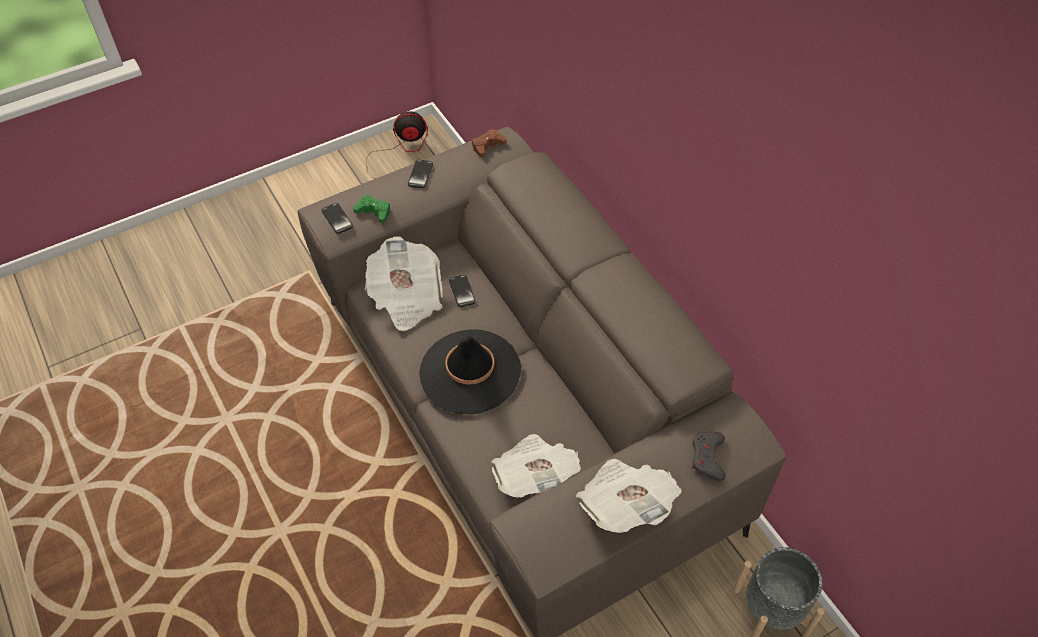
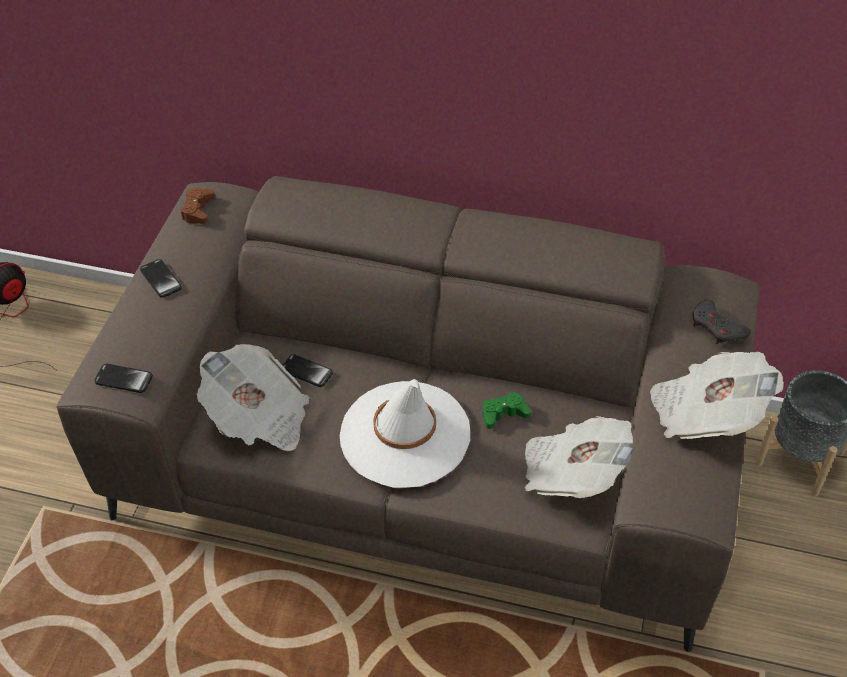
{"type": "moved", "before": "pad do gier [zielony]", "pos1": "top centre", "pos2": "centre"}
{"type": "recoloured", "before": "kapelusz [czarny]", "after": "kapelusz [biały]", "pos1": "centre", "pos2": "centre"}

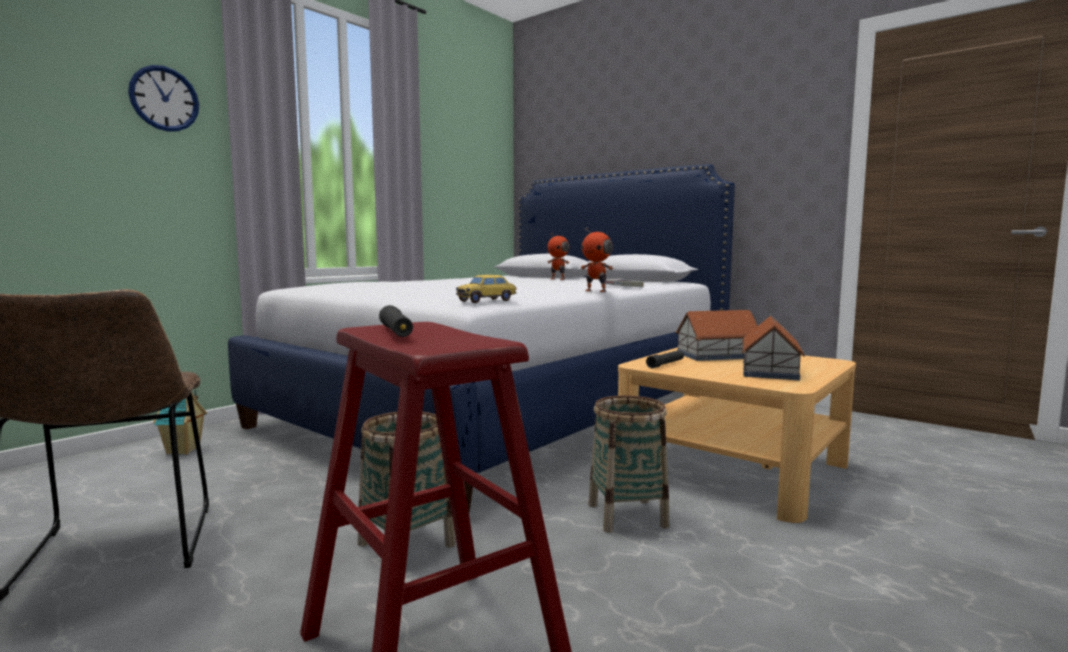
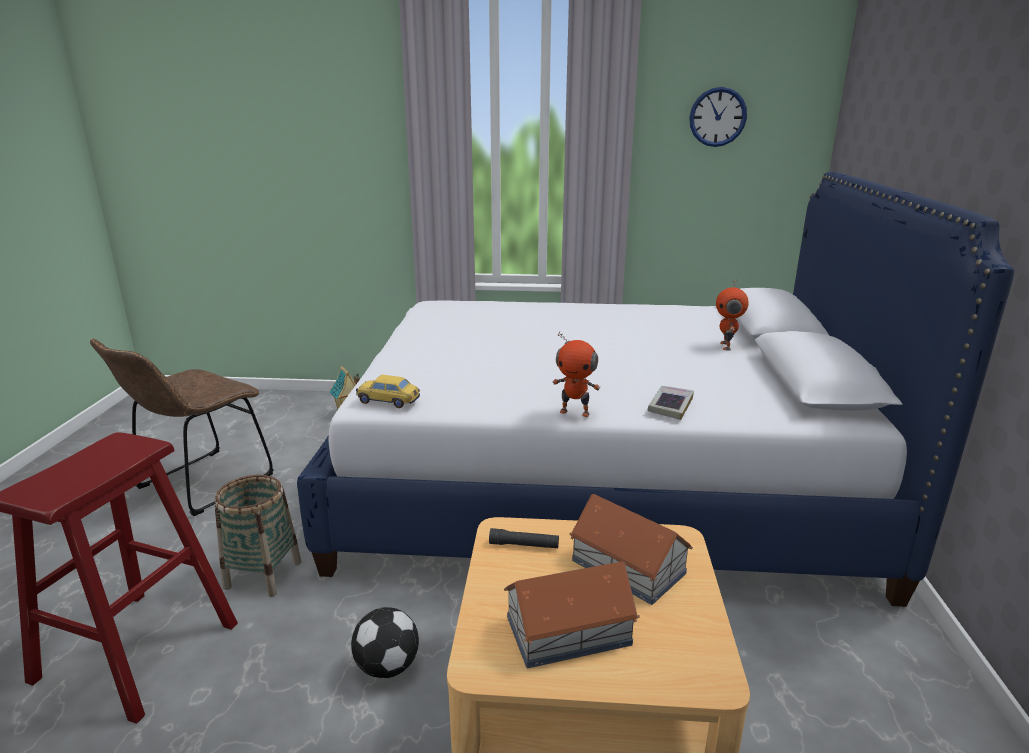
{"type": "removed", "before": "latarka [czarny] (1st from left)", "pos1": "centre"}
{"type": "moved", "before": "zegar ścienny", "pos1": "top left", "pos2": "top right"}
{"type": "replaced", "before": "koszyk (2nd from left)", "after": "piłka futbolowa", "pos1": "bottom centre", "pos2": "bottom centre"}
{"type": "turned", "before": "robot zabawkowy (2nd from left in the first image)", "pos1": "centre", "pos2": "centre", "turn": -75}

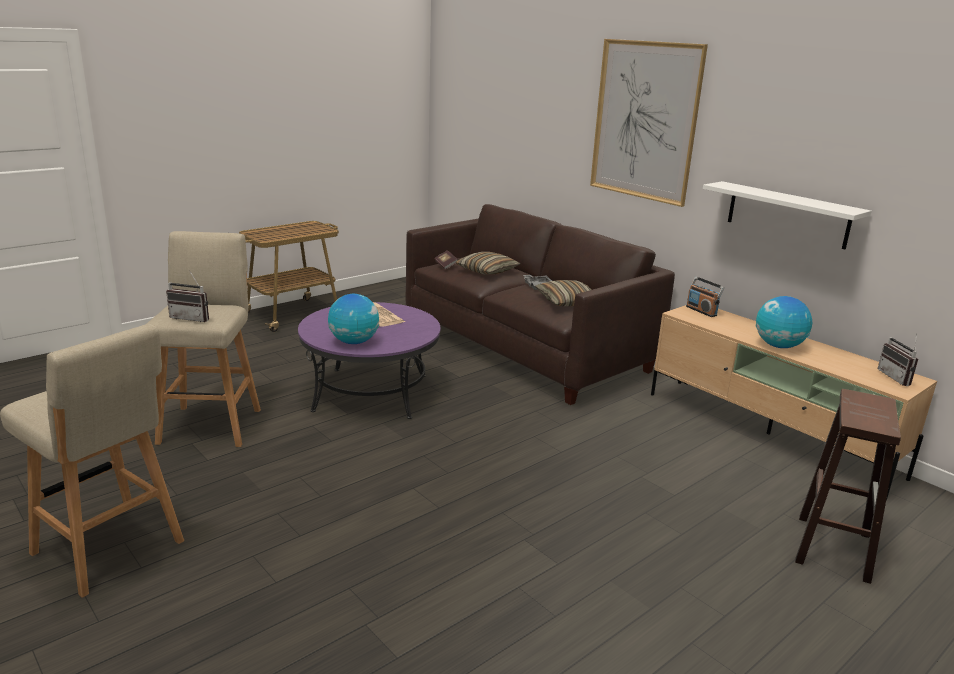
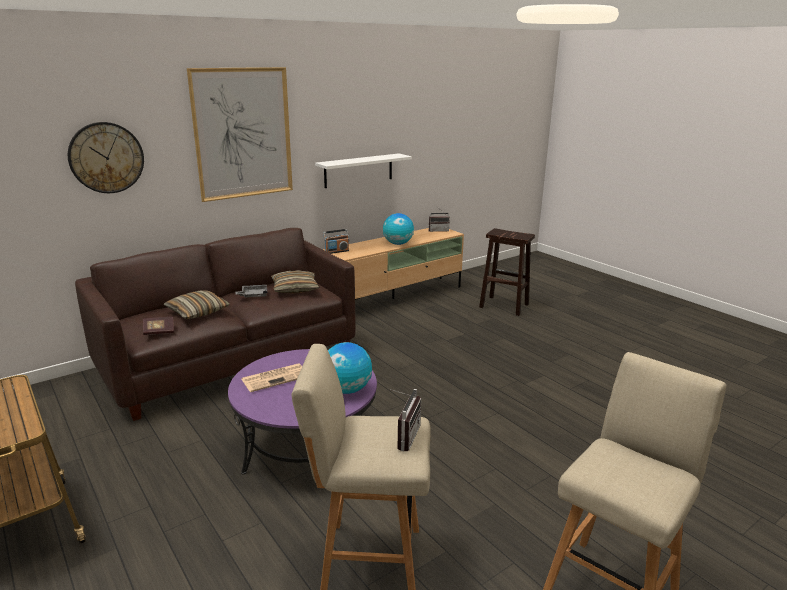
{"type": "added", "after": "zegar ścienny", "pos2": "top left"}

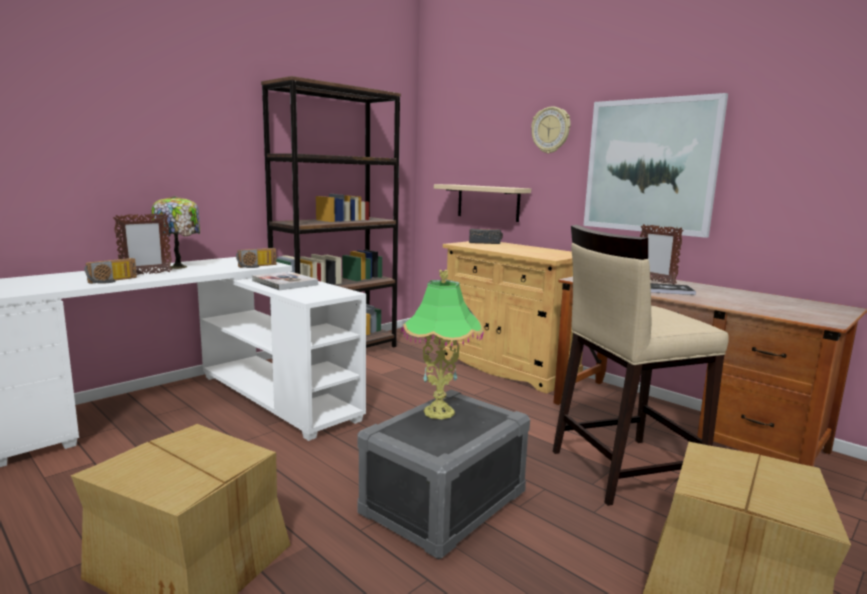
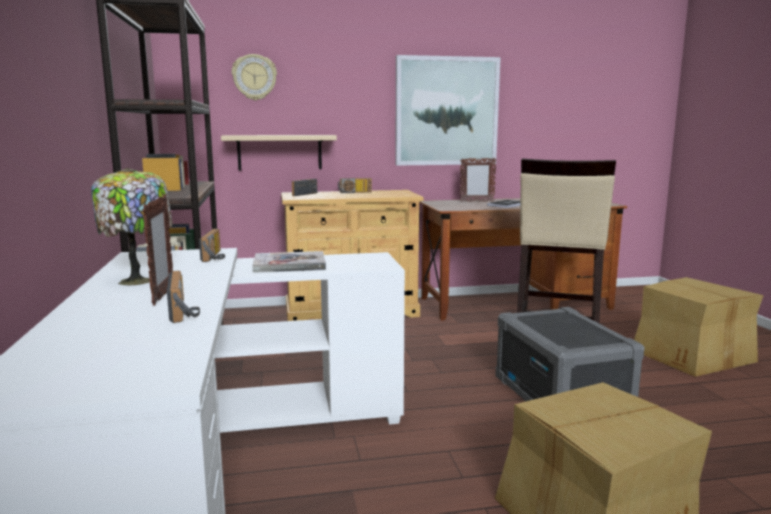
{"type": "removed", "before": "lampa stołowa (2nd from left)", "pos1": "centre"}
{"type": "added", "after": "radio (4th from left)", "pos2": "centre"}
{"type": "moved", "before": "zegar ścienny", "pos1": "top centre", "pos2": "top left"}

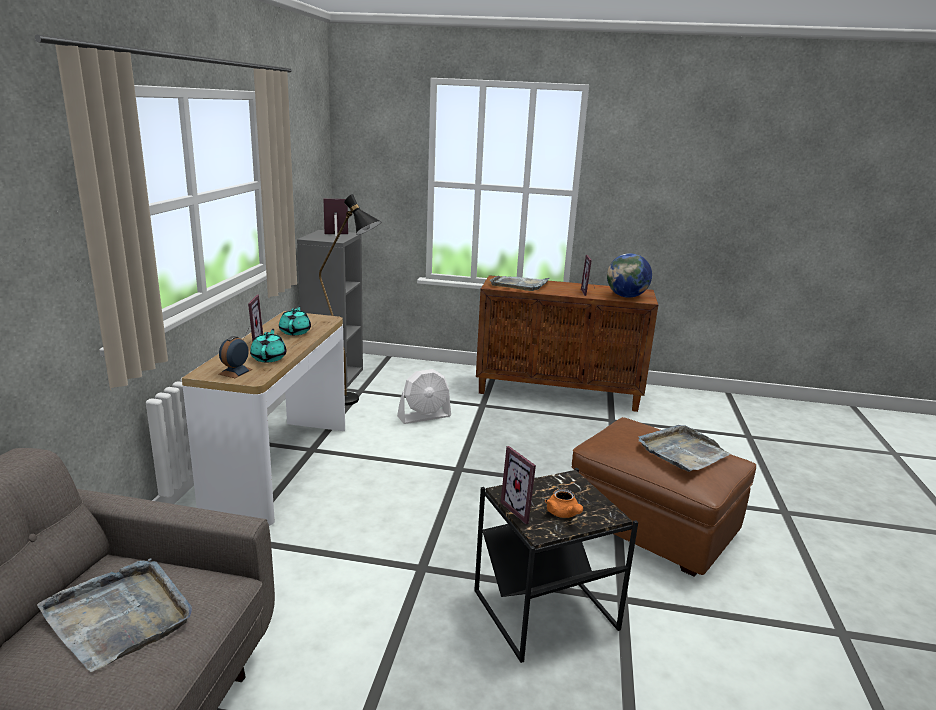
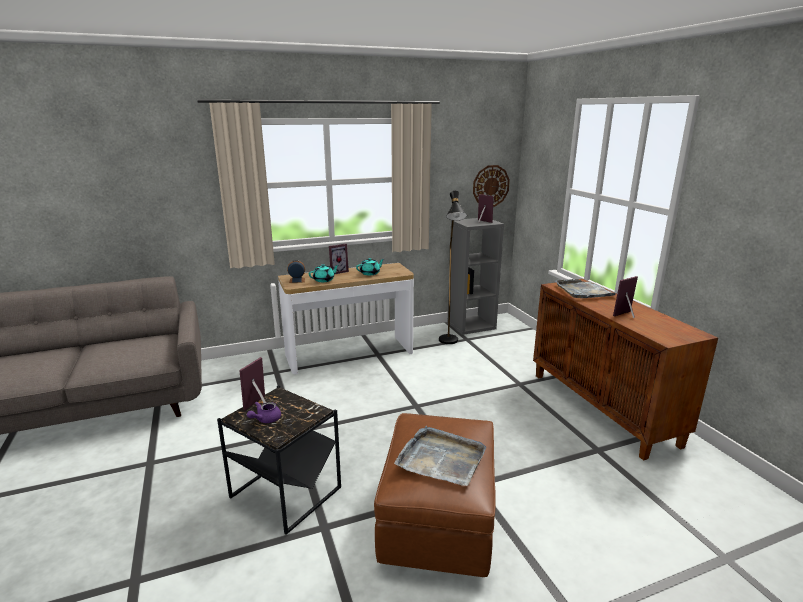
{"type": "removed", "before": "taca [szary] (1st from left)", "pos1": "bottom left"}
{"type": "removed", "before": "wentylator [biały]", "pos1": "centre"}
{"type": "removed", "before": "globus", "pos1": "middle right"}
{"type": "added", "after": "zegar ścienny", "pos2": "top centre"}
{"type": "recoloured", "before": "imbryk [pomarańczowy]", "after": "imbryk [fioletowy]", "pos1": "bottom centre", "pos2": "bottom left"}

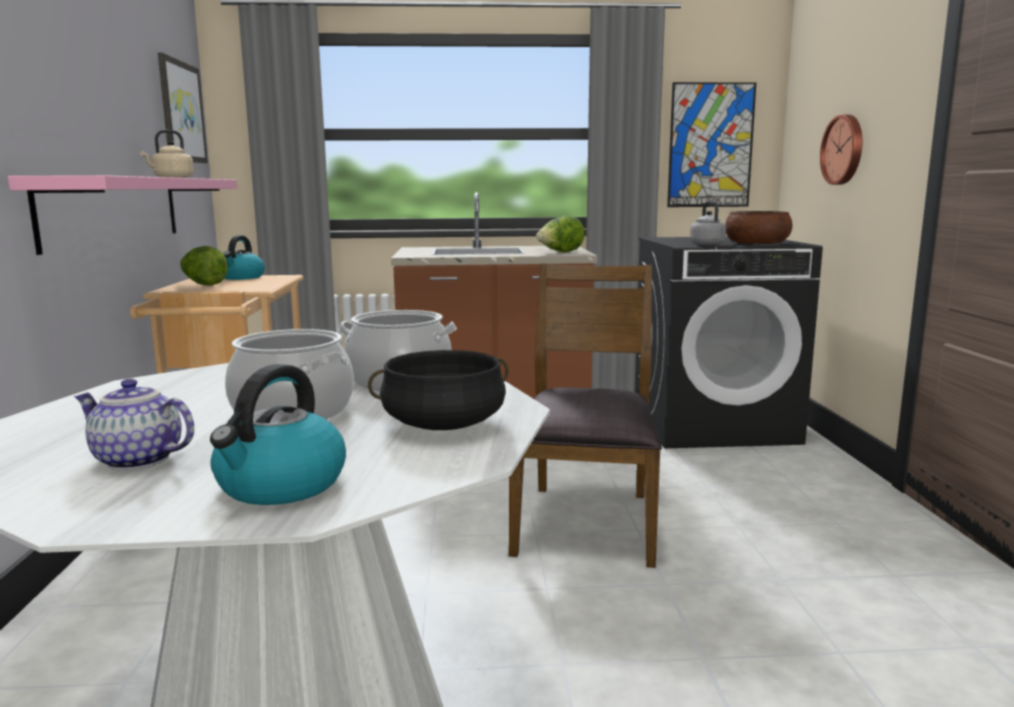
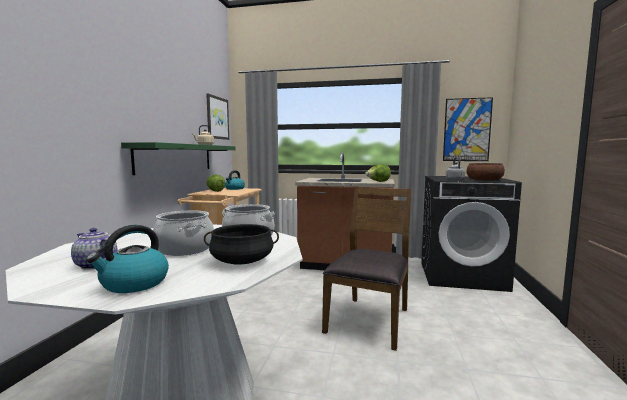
{"type": "removed", "before": "zegar ścienny", "pos1": "top right"}
{"type": "recoloured", "before": "półka [różowy]", "after": "półka [zielony]", "pos1": "top left", "pos2": "middle left"}

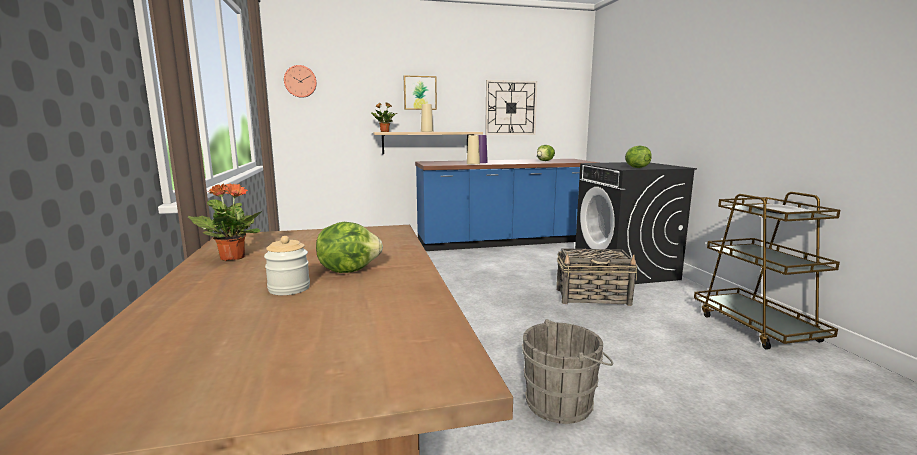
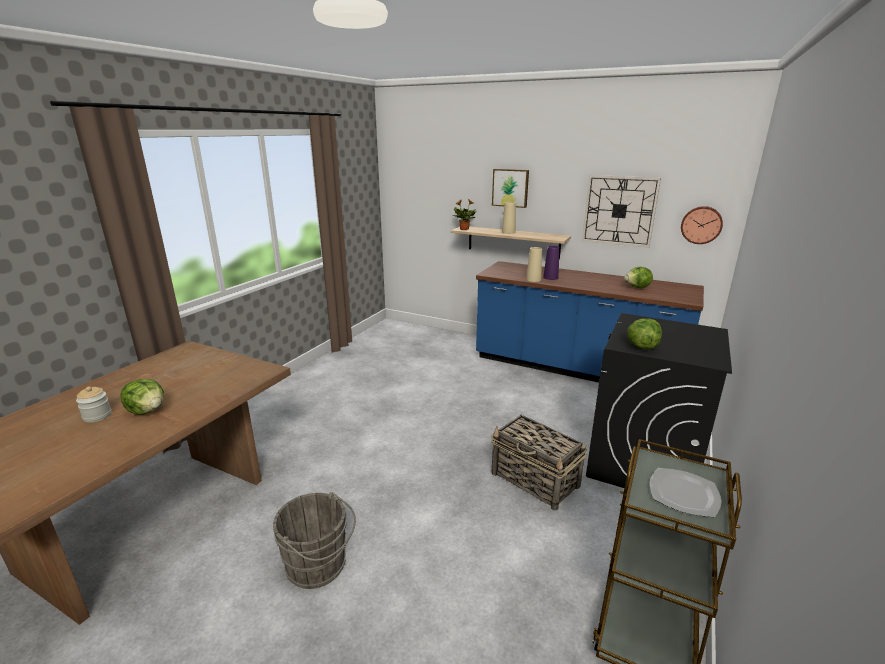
{"type": "removed", "before": "roślina doniczkowa (1st from left)", "pos1": "middle left"}
{"type": "moved", "before": "zegar ścienny (1st from left in the first image)", "after": "zegar ścienny (2nd from left)", "pos1": "top left", "pos2": "middle right"}

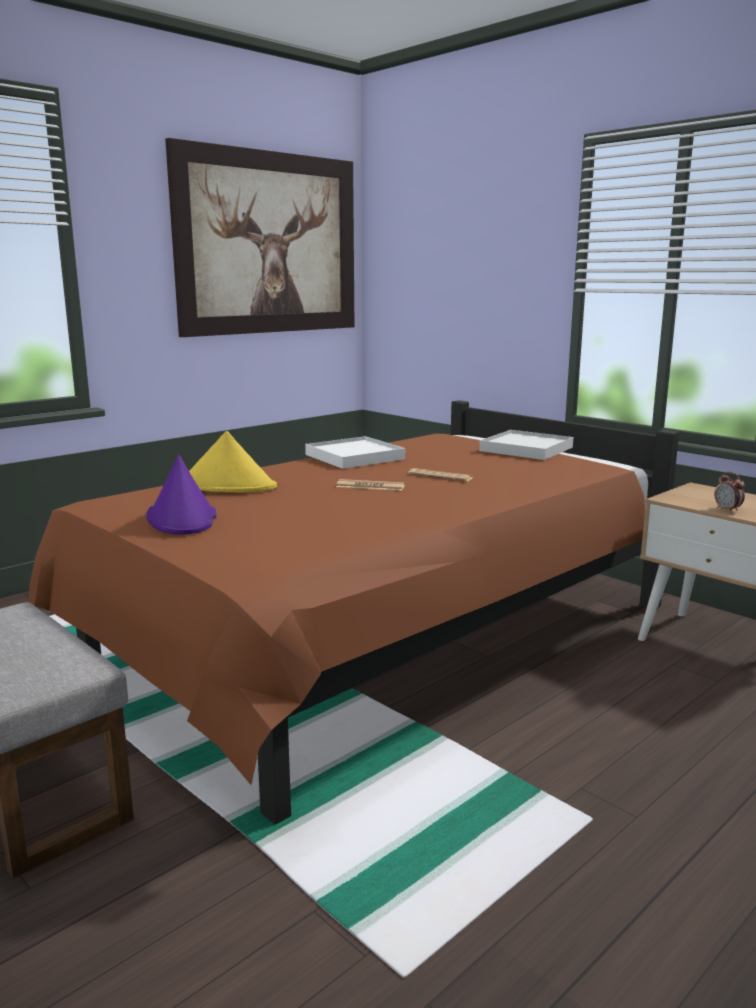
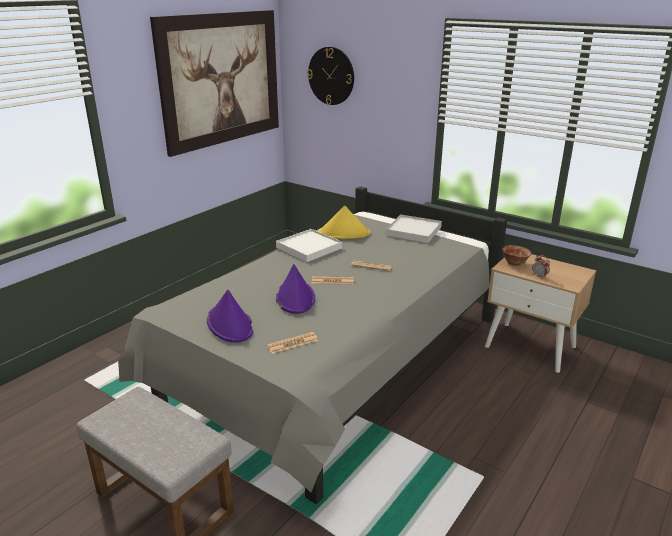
{"type": "added", "after": "gazeta (1st from left)", "pos2": "centre"}
{"type": "added", "after": "kapelusz [fioletowy] (2nd from left)", "pos2": "centre"}
{"type": "added", "after": "zegar ścienny", "pos2": "top centre"}
{"type": "added", "after": "miska", "pos2": "middle right"}
{"type": "moved", "before": "kapelusz [żółty]", "pos1": "middle left", "pos2": "centre"}
{"type": "recoloured", "before": "łóżko [brązowy]", "after": "łóżko [szary]", "pos1": "centre", "pos2": "centre"}

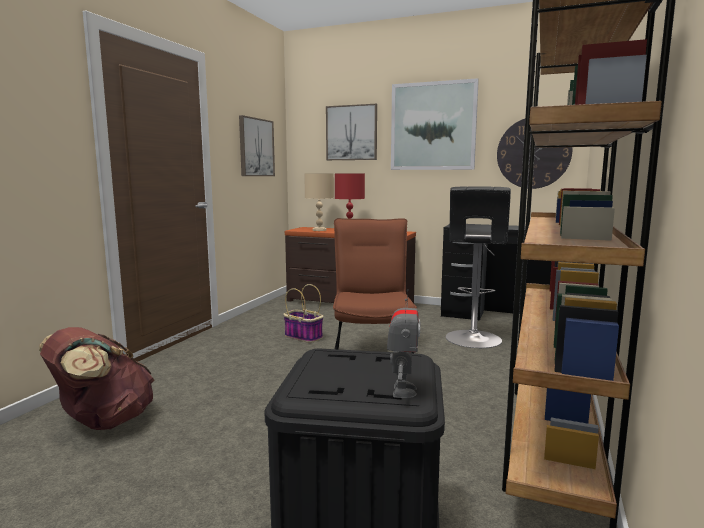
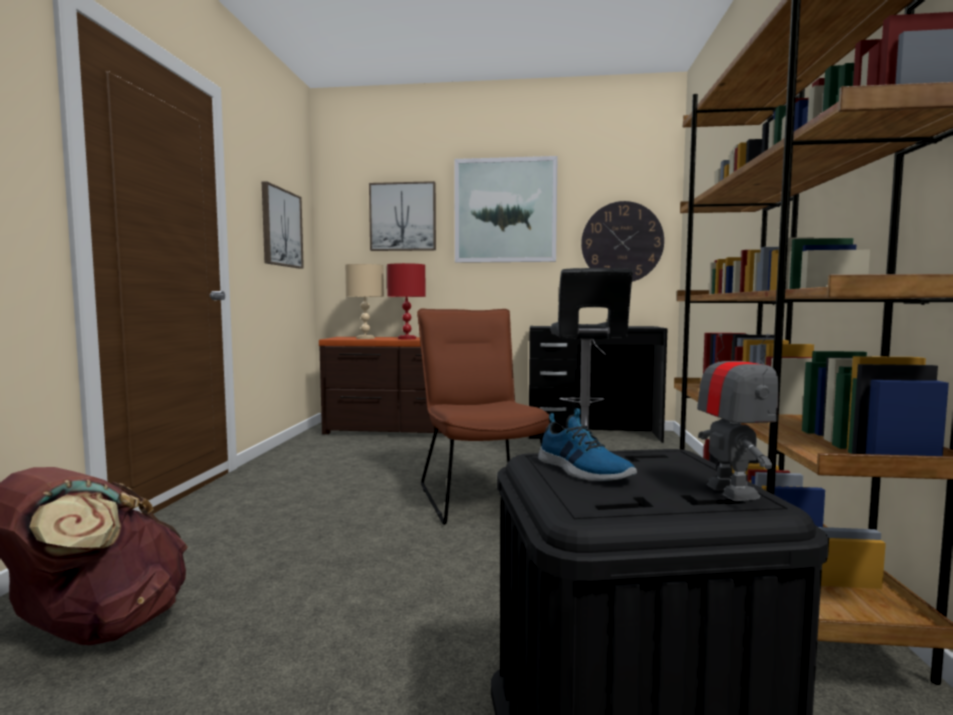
{"type": "removed", "before": "koszyk", "pos1": "centre"}
{"type": "added", "after": "but", "pos2": "centre"}

